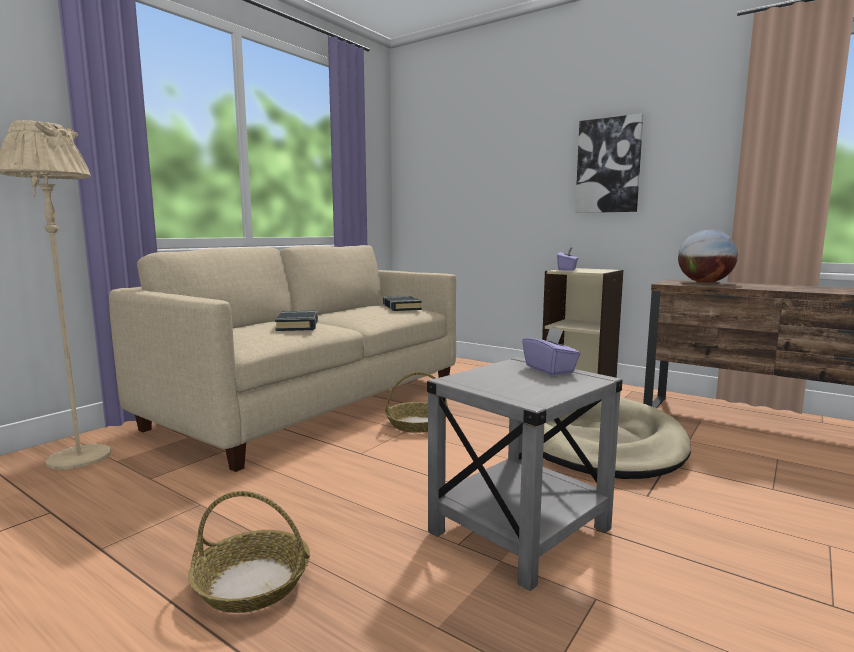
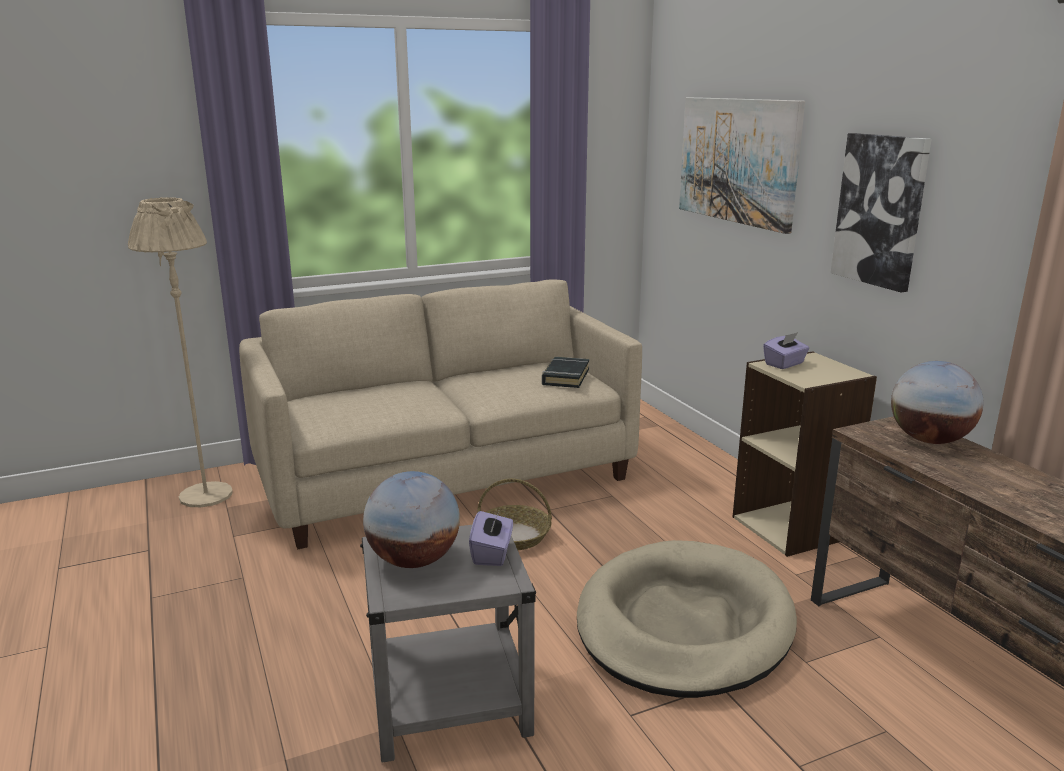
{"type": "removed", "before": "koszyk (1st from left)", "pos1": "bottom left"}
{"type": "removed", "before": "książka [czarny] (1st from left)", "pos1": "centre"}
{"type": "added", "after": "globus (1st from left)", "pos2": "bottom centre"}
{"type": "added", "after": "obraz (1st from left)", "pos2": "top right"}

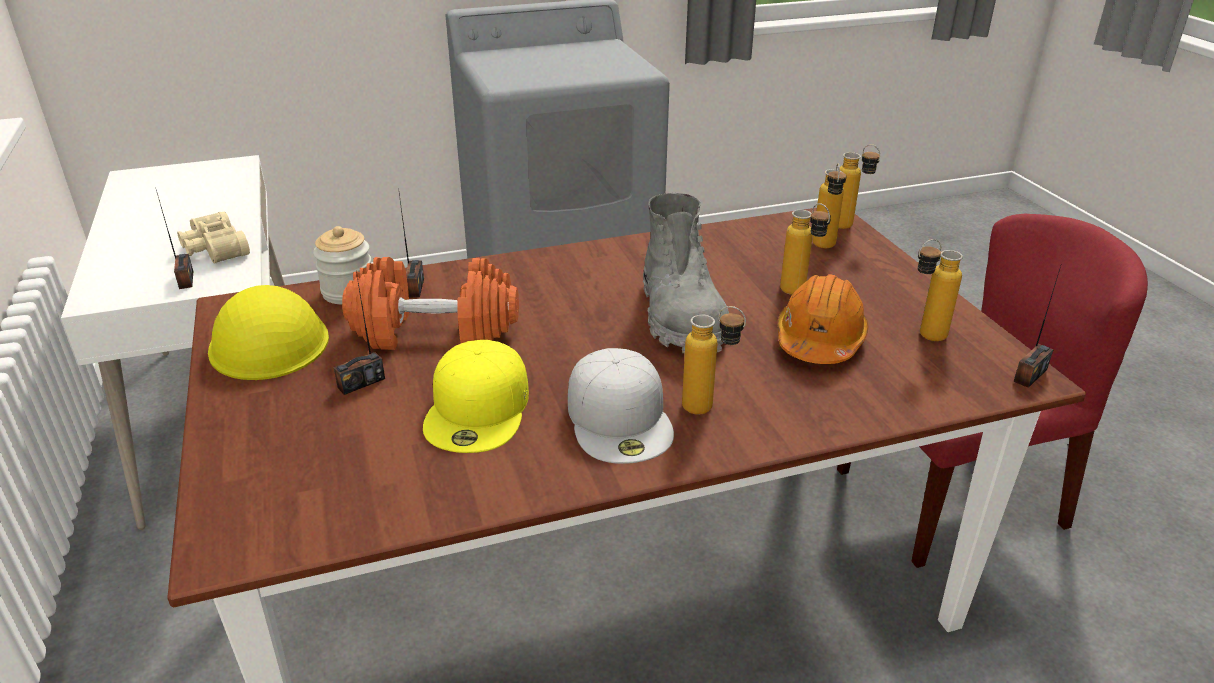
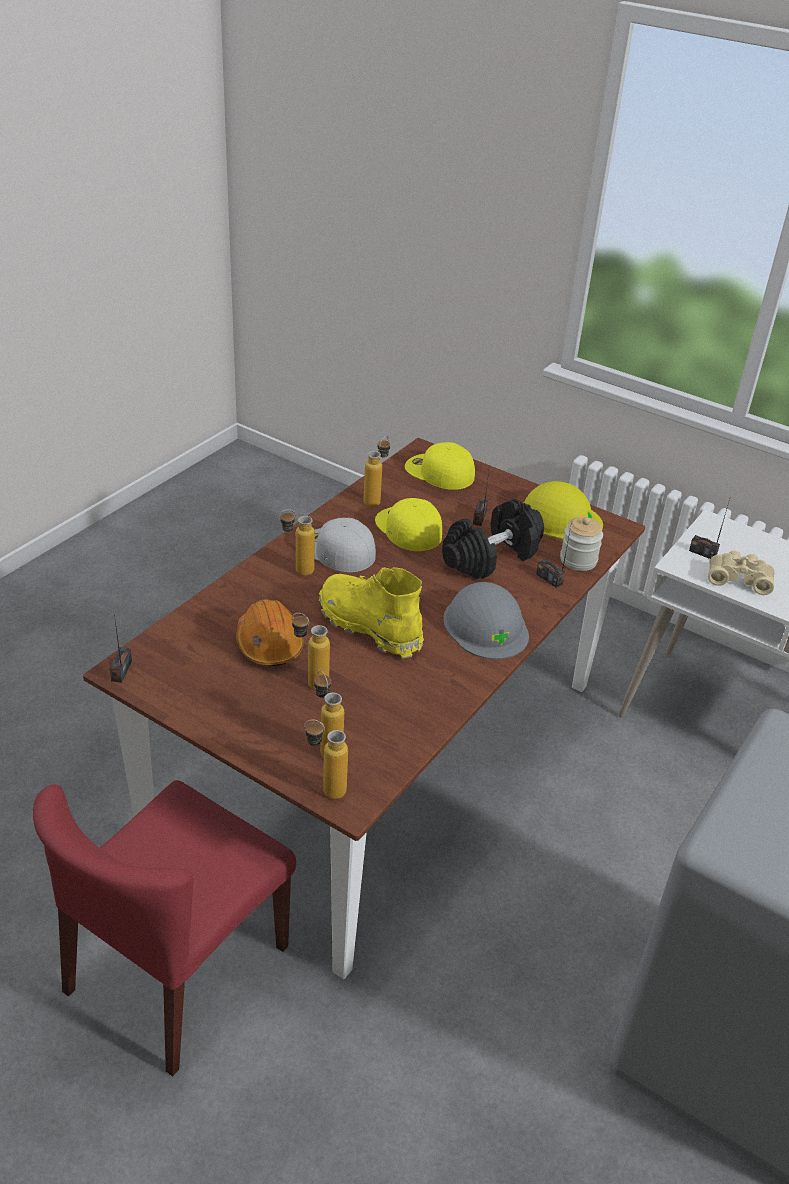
{"type": "added", "after": "czapka z daszkiem [żółty] (2nd from left)", "pos2": "centre"}
{"type": "added", "after": "kask [szary]", "pos2": "centre"}
{"type": "moved", "before": "butelka (5th from left)", "pos1": "middle right", "pos2": "centre"}
{"type": "recoloured", "before": "hantel [pomarańczowy]", "after": "hantel [czarny]", "pos1": "centre", "pos2": "centre"}
{"type": "recoloured", "before": "but z cholewką [szary]", "after": "but z cholewką [żółty]", "pos1": "centre", "pos2": "centre"}

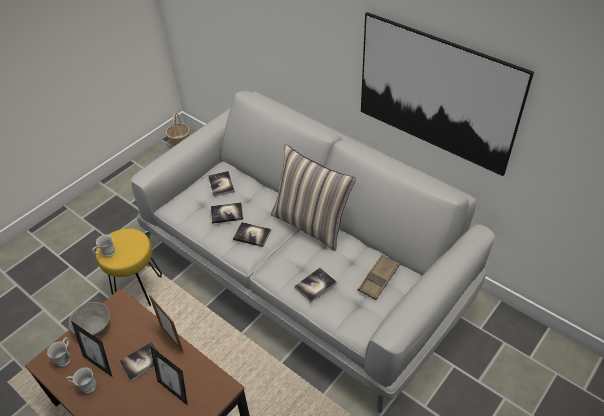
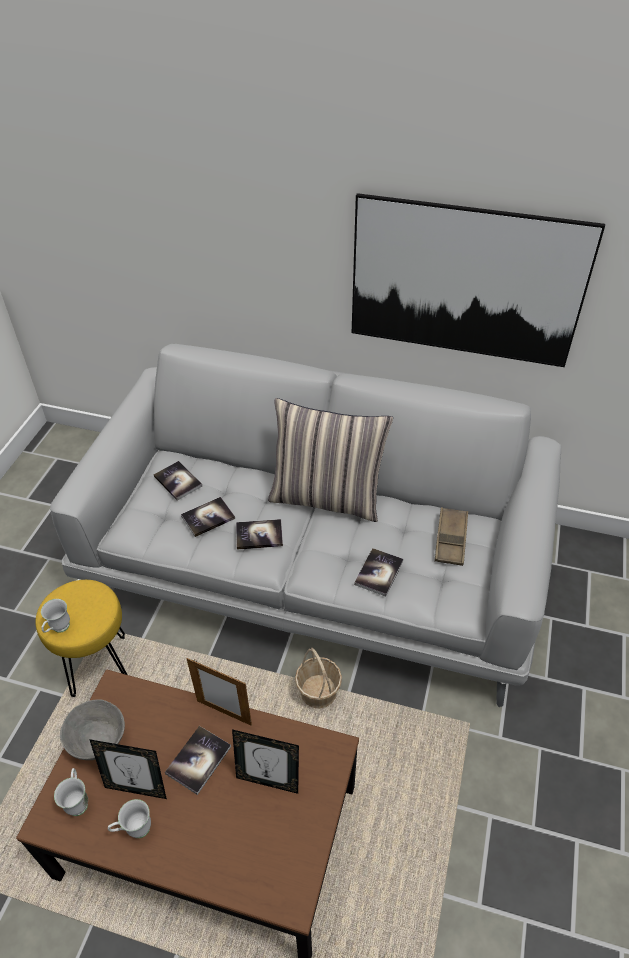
{"type": "moved", "before": "koszyk", "pos1": "top left", "pos2": "bottom centre"}

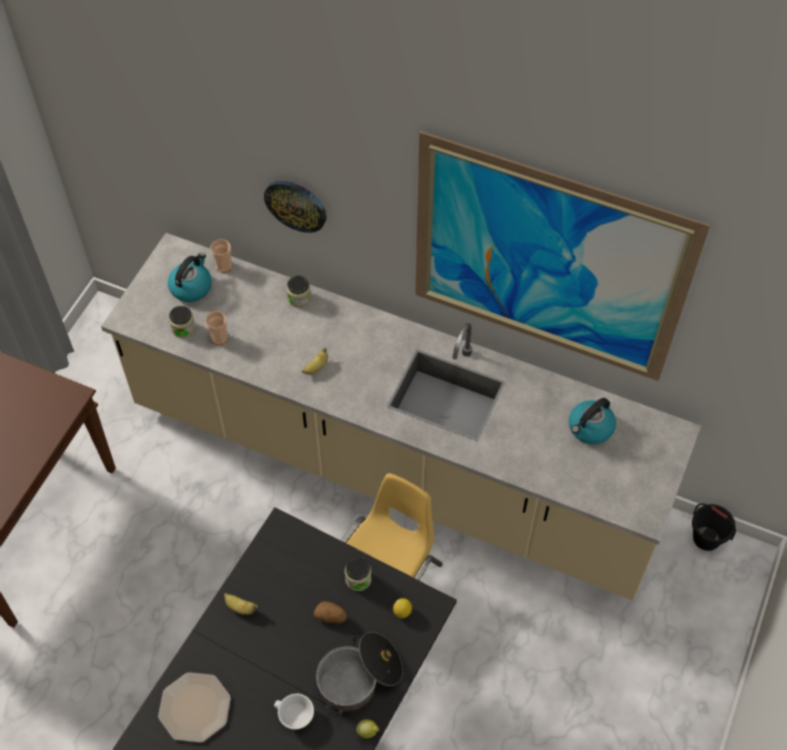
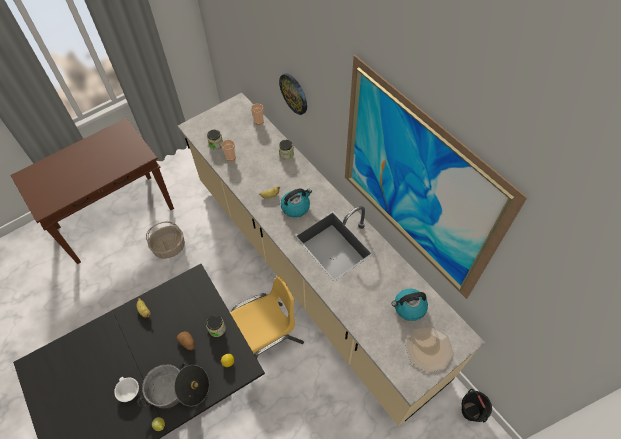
{"type": "added", "after": "koszyk", "pos2": "middle left"}
{"type": "moved", "before": "talerz", "pos1": "bottom left", "pos2": "bottom right"}
{"type": "moved", "before": "czajnik (1st from left)", "pos1": "middle left", "pos2": "centre"}

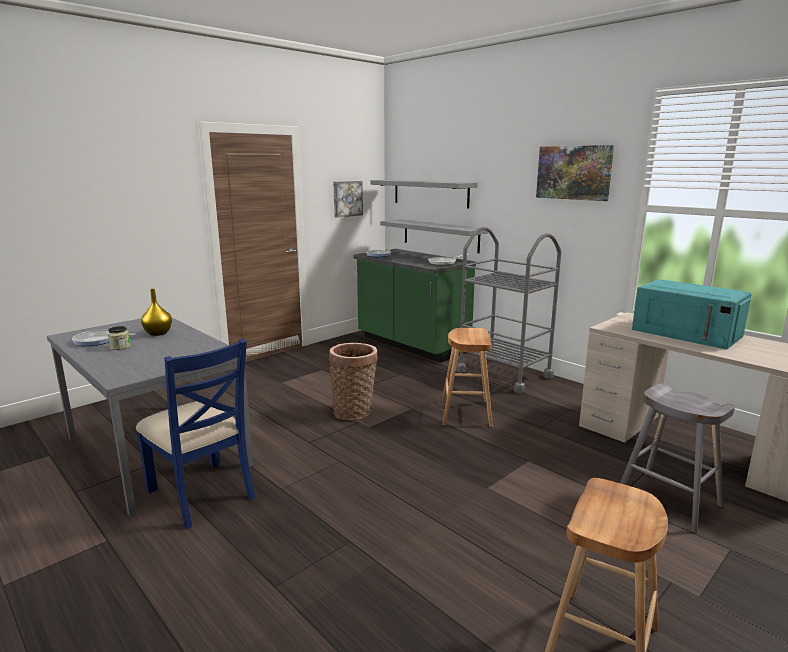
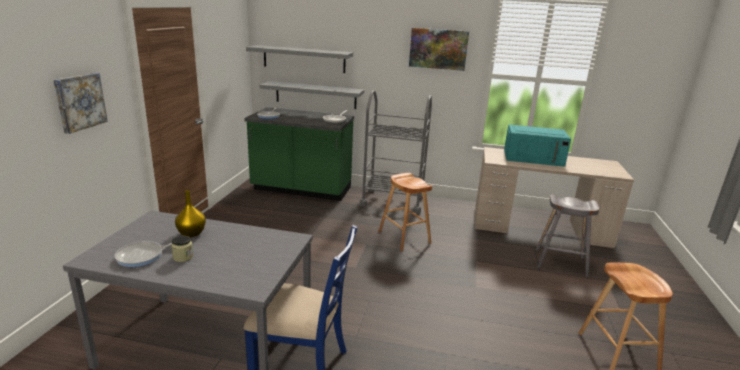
{"type": "removed", "before": "koszyk", "pos1": "centre"}
{"type": "moved", "before": "obraz (1st from left)", "pos1": "top centre", "pos2": "top left"}

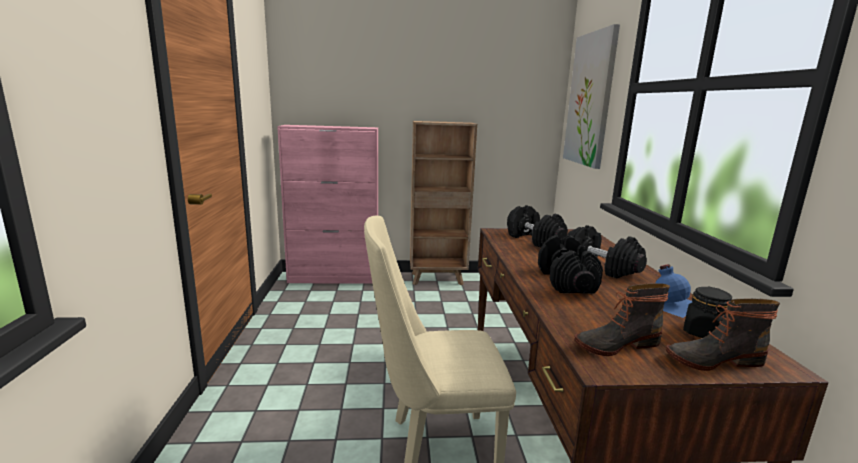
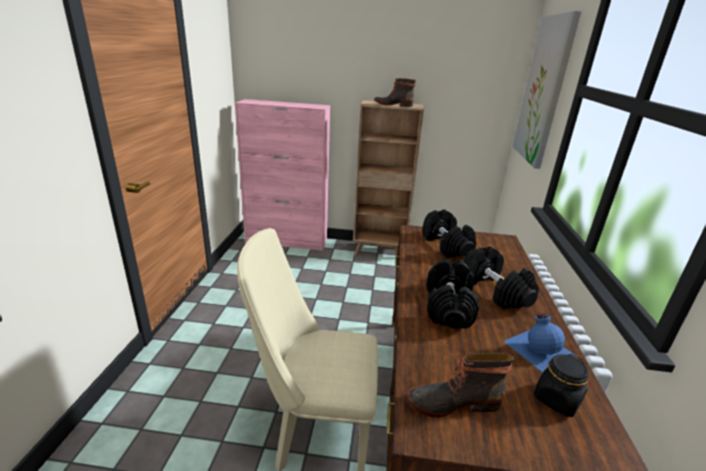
{"type": "moved", "before": "but z cholewką (2nd from left in the first image)", "after": "but z cholewką (1st from left)", "pos1": "bottom right", "pos2": "top centre"}

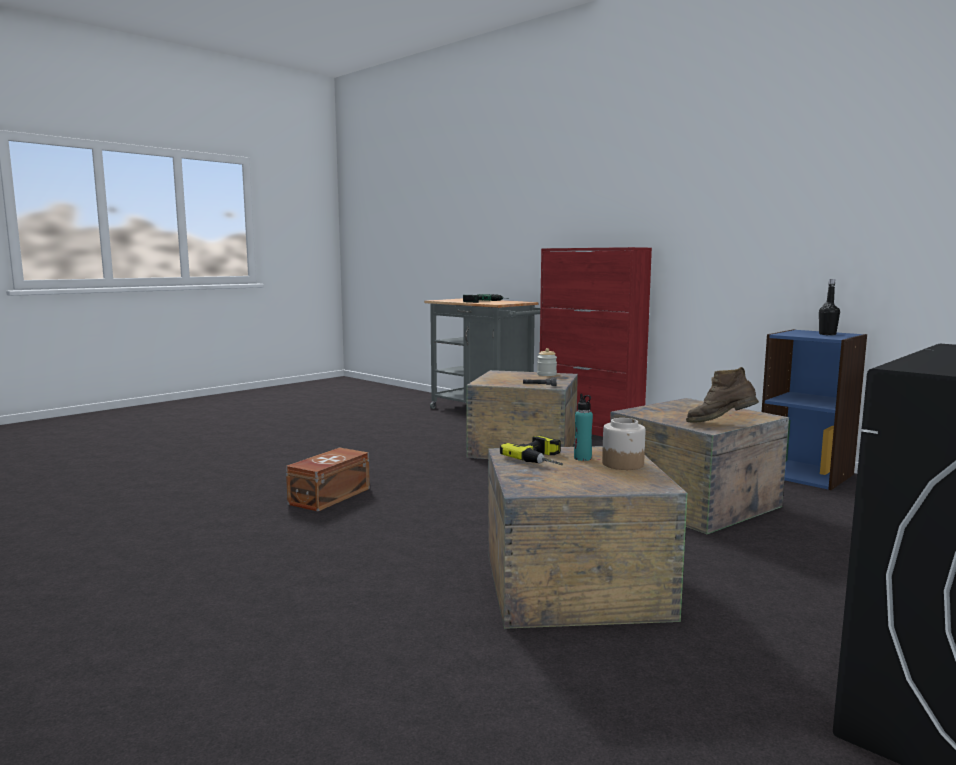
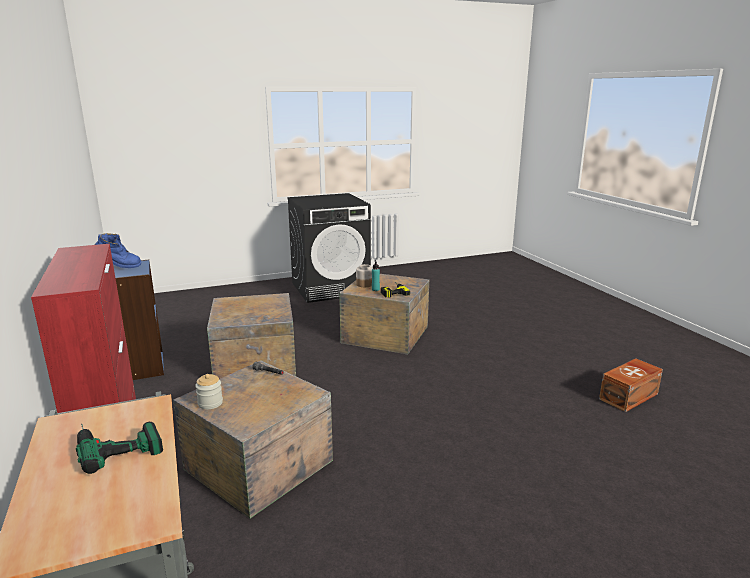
{"type": "removed", "before": "but z cholewką [brązowy]", "pos1": "middle right"}
{"type": "moved", "before": "pojemnik do przechowywania [brązowy]", "pos1": "centre", "pos2": "middle right"}
{"type": "replaced", "before": "butelka [czarny]", "after": "but z cholewką [niebieski]", "pos1": "middle right", "pos2": "middle left"}

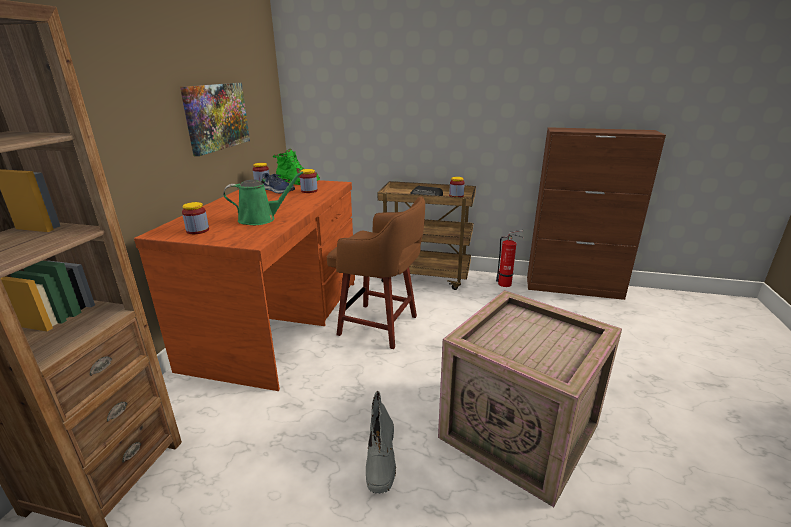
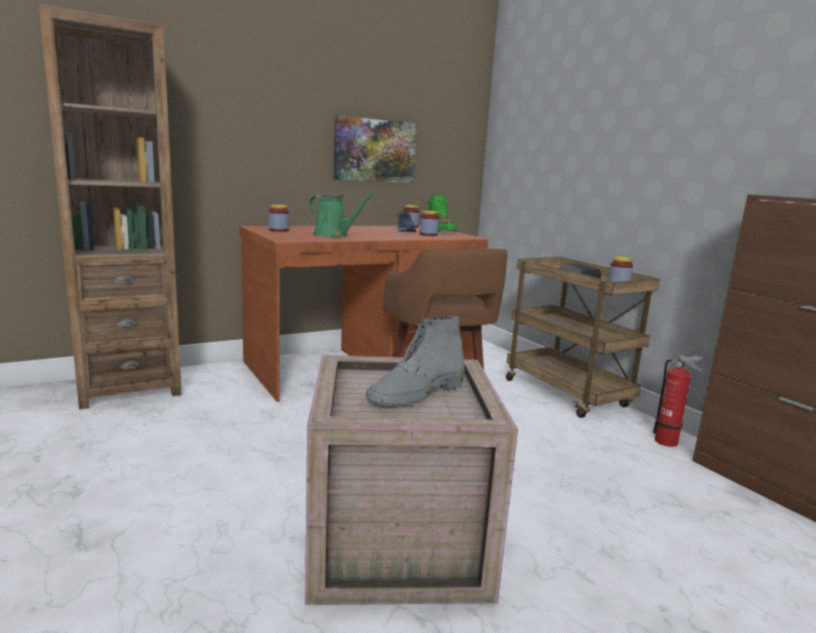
{"type": "moved", "before": "but z cholewką [szary]", "pos1": "bottom centre", "pos2": "centre"}

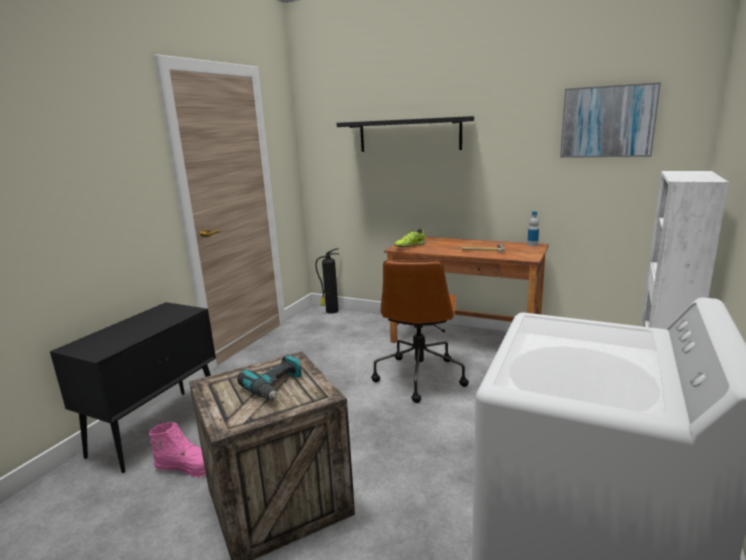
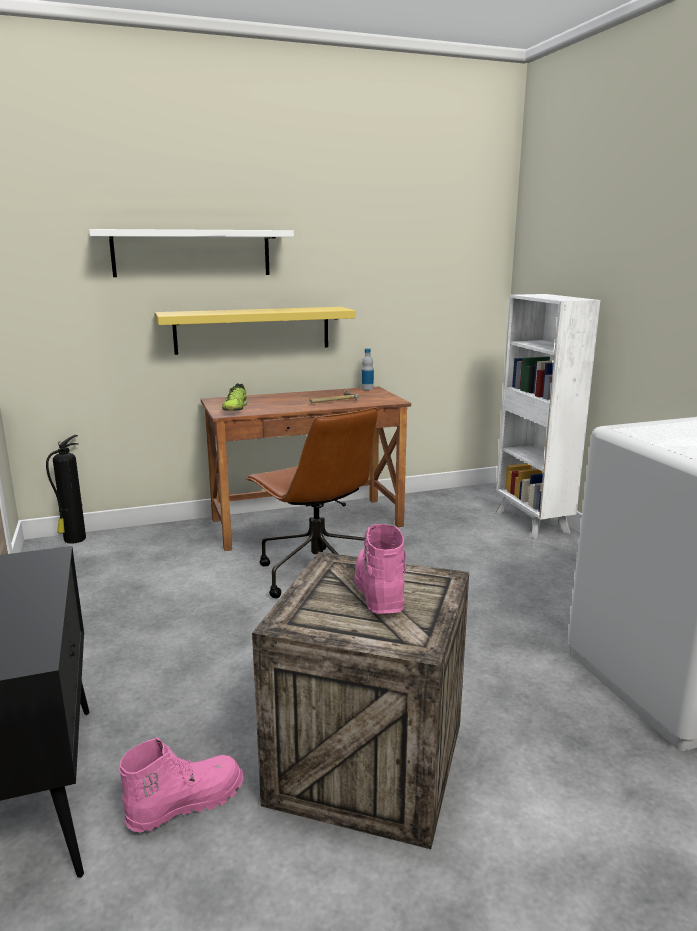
{"type": "removed", "before": "obraz", "pos1": "top right"}
{"type": "added", "after": "półka [żółty]", "pos2": "centre"}
{"type": "replaced", "before": "wiertarka", "after": "but z cholewką [różowy] (2nd from left)", "pos1": "bottom centre", "pos2": "centre"}
{"type": "recoloured", "before": "półka [czarny]", "after": "półka [biały]", "pos1": "top centre", "pos2": "top left"}

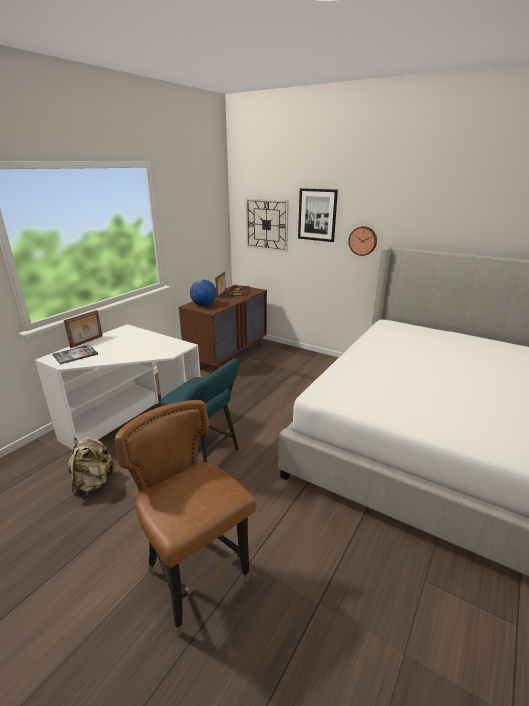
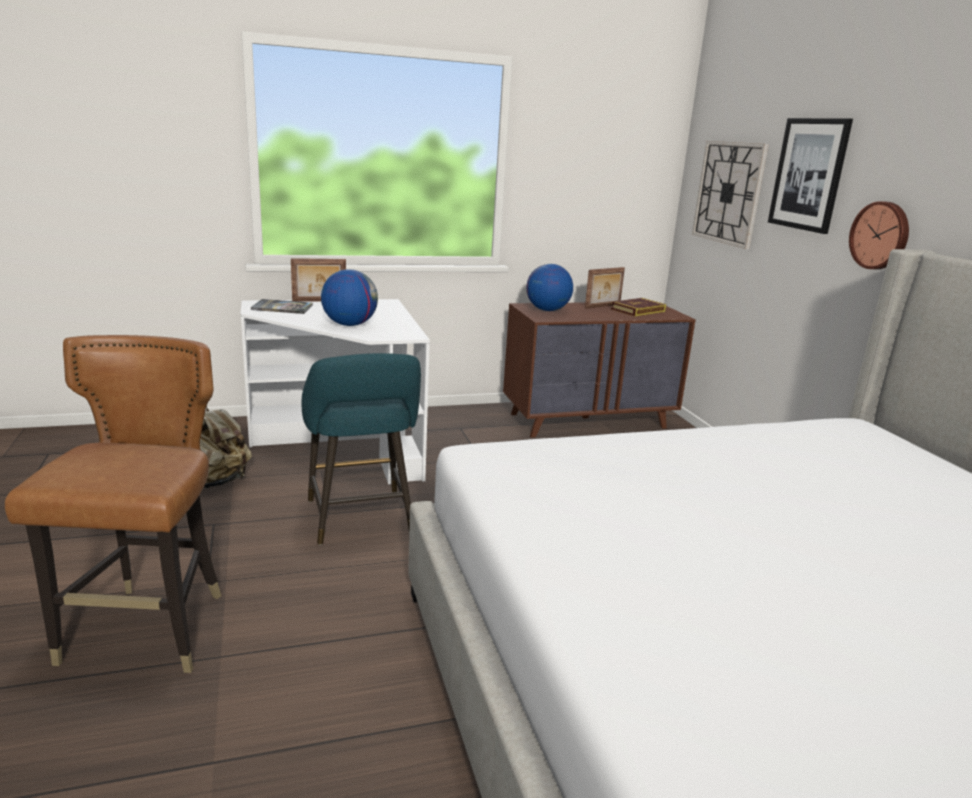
{"type": "added", "after": "globus (1st from left)", "pos2": "centre"}

